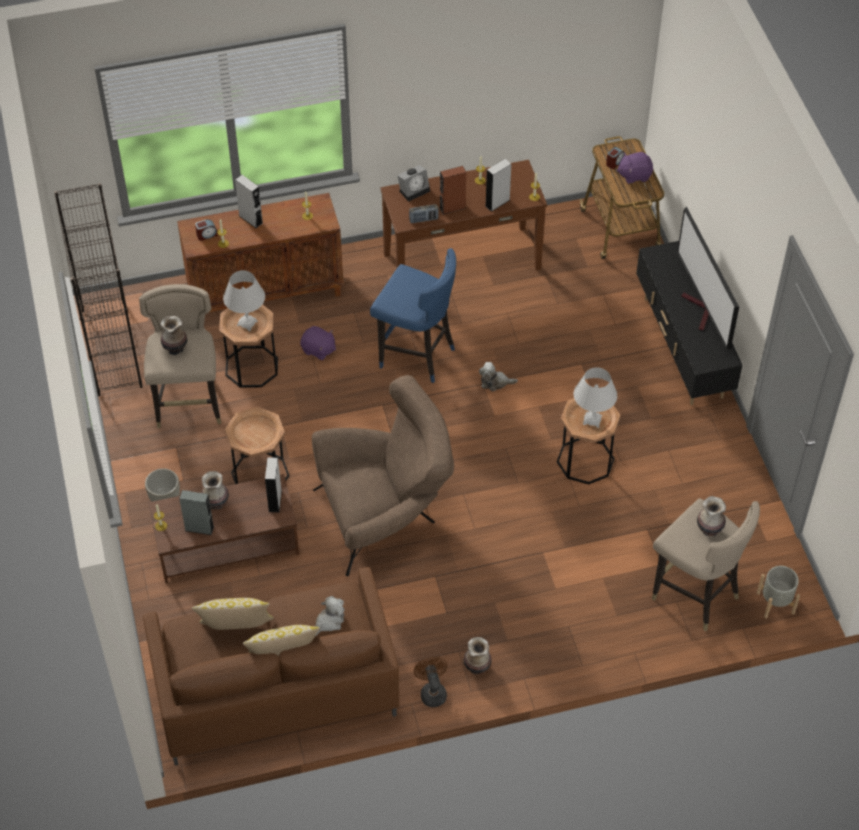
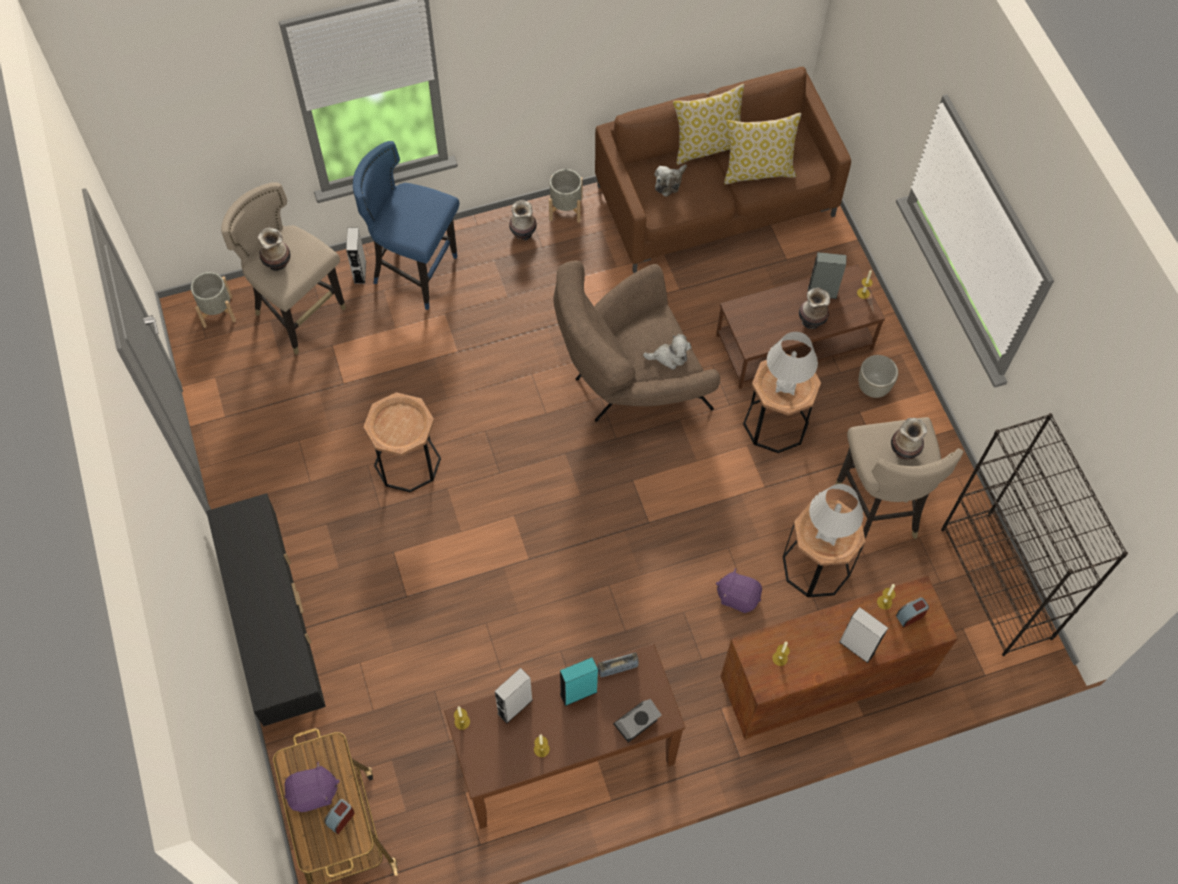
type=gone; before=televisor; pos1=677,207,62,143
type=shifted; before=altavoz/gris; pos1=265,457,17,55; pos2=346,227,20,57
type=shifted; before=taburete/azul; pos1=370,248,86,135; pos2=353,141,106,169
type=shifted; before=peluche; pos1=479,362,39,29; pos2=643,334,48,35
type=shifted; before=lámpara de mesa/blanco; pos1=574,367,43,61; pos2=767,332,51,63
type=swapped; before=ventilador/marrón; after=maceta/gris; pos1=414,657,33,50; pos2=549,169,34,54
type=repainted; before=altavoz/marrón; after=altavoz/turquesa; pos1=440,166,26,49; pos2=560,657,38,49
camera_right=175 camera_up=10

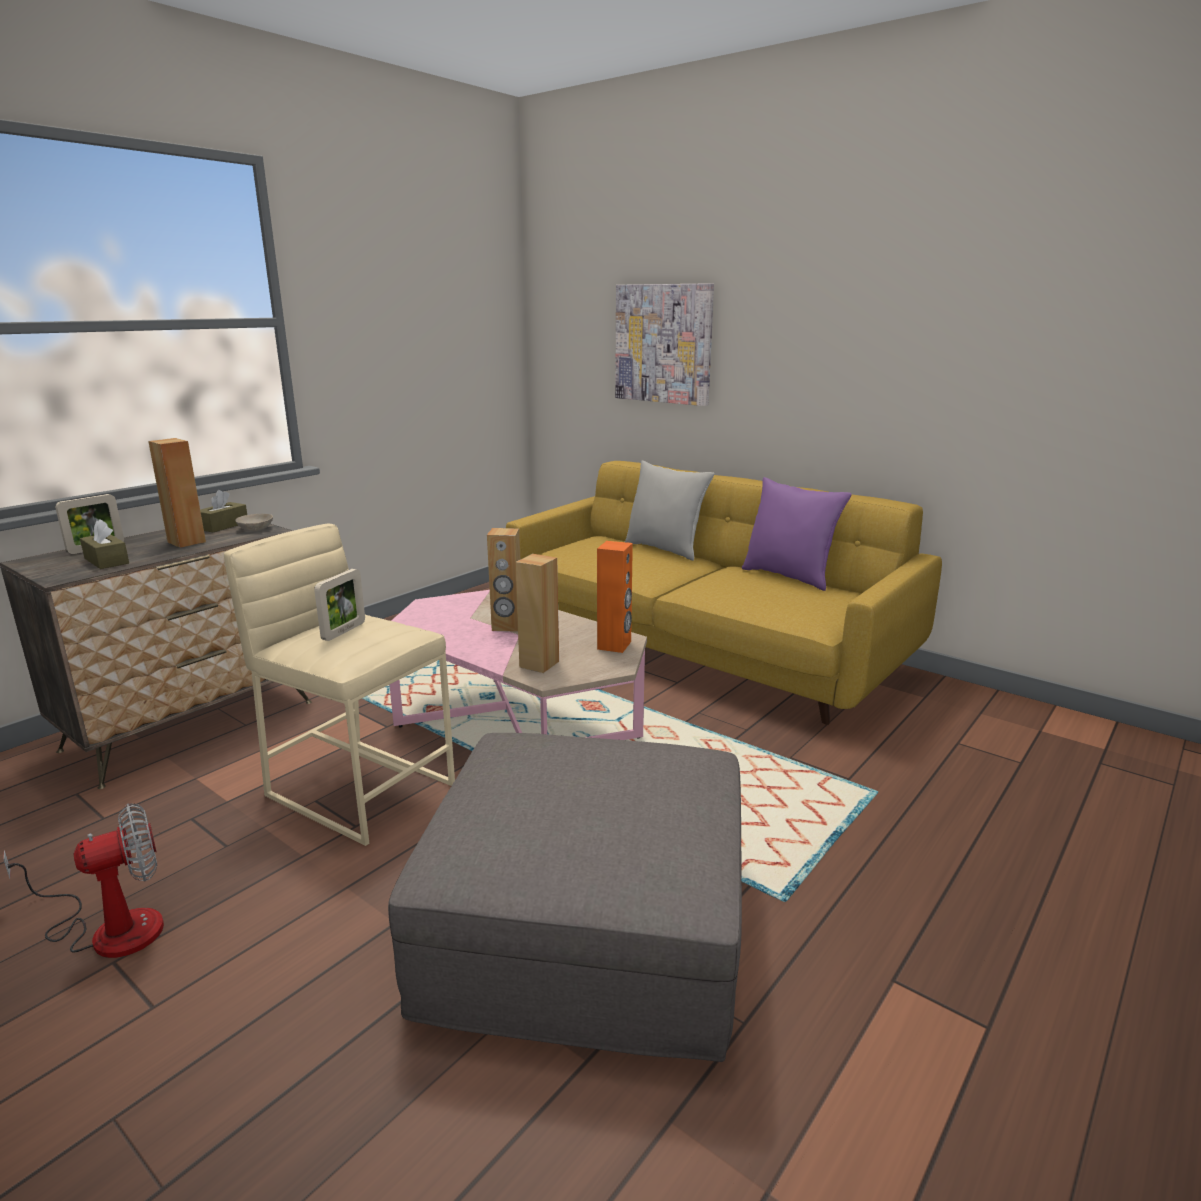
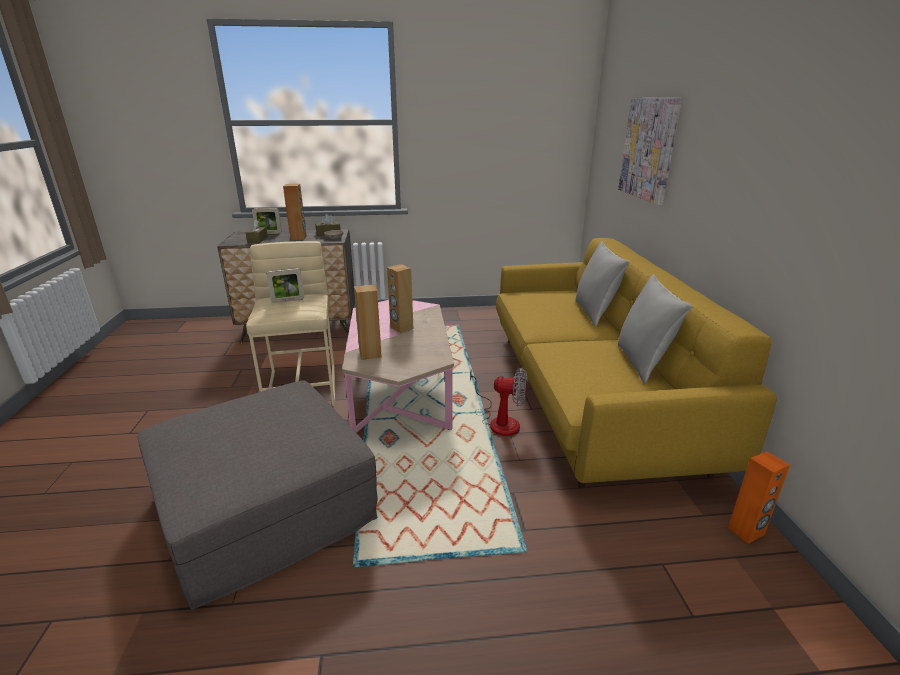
type=shifted; before=ventilador; pos1=3,803,161,155; pos2=470,368,57,68
type=shifted; before=altavoz/naranja; pos1=597,541,36,112; pos2=728,451,62,93
type=repainted; before=cojín/morado; after=cojín/gris; pos1=742,477,110,114; pos2=618,274,74,110
camera_right=45 camera_up=5

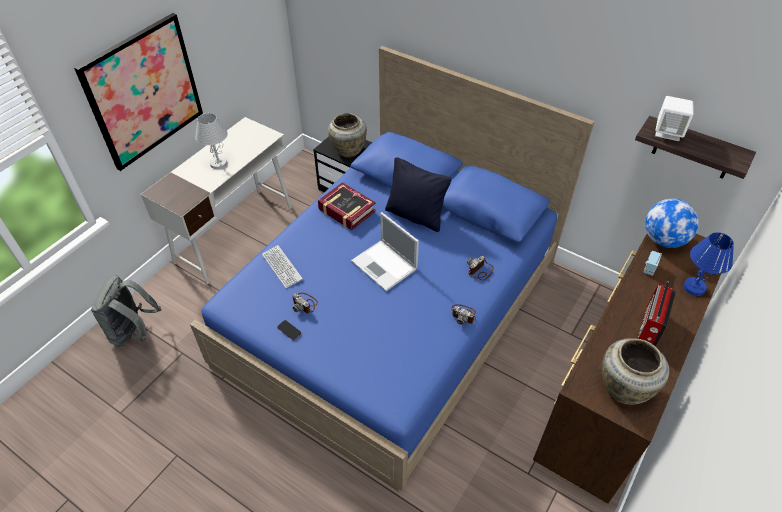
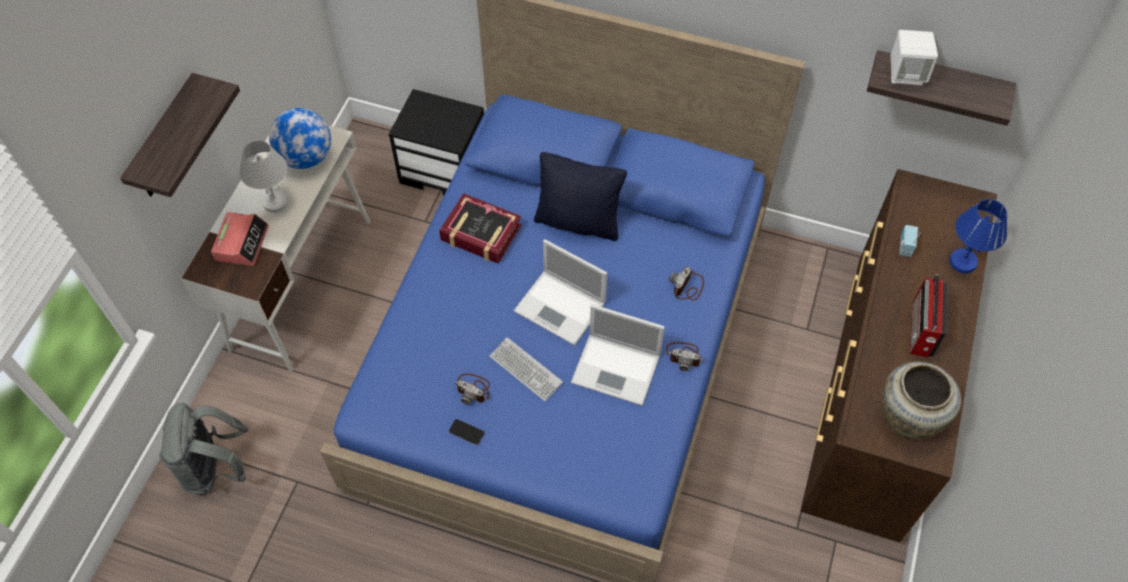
type=gone; before=florero/beis; pos1=328,113,39,45
type=new; after=despertador; pos2=211,212,58,54
type=new; after=portátil; pos2=571,304,94,102
type=shifted; before=teclado; pos1=262,245,41,43; pos2=490,337,73,64
type=shifted; before=globo terráqueo; pos1=645,199,54,49; pos2=269,108,62,61
type=swapped; before=cuadro; after=estante; pos1=74,13,129,158; pos2=120,73,120,124
camera_right=-15 camera_up=10

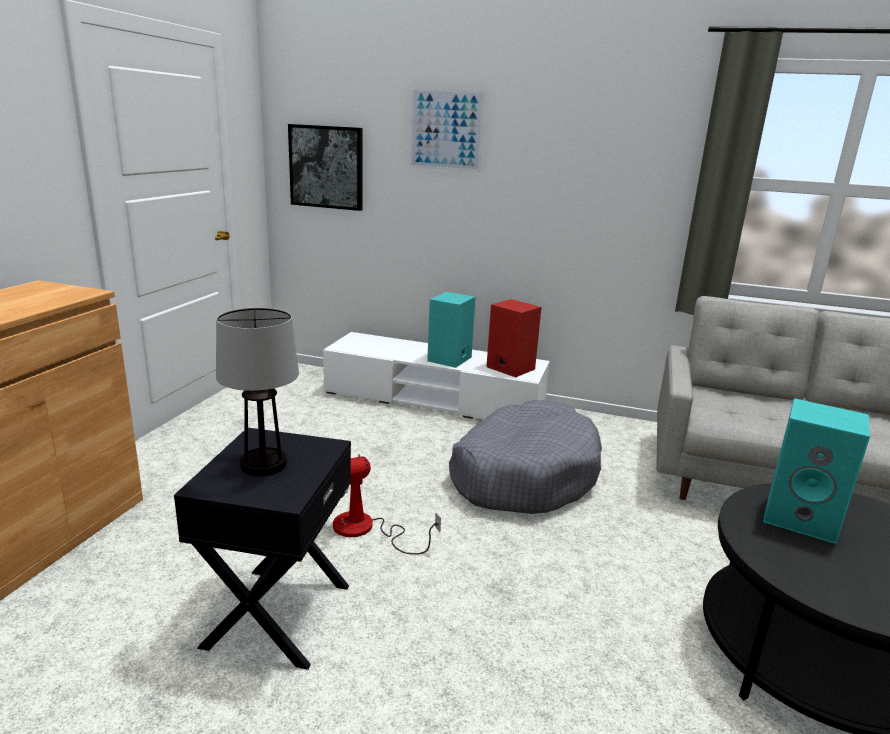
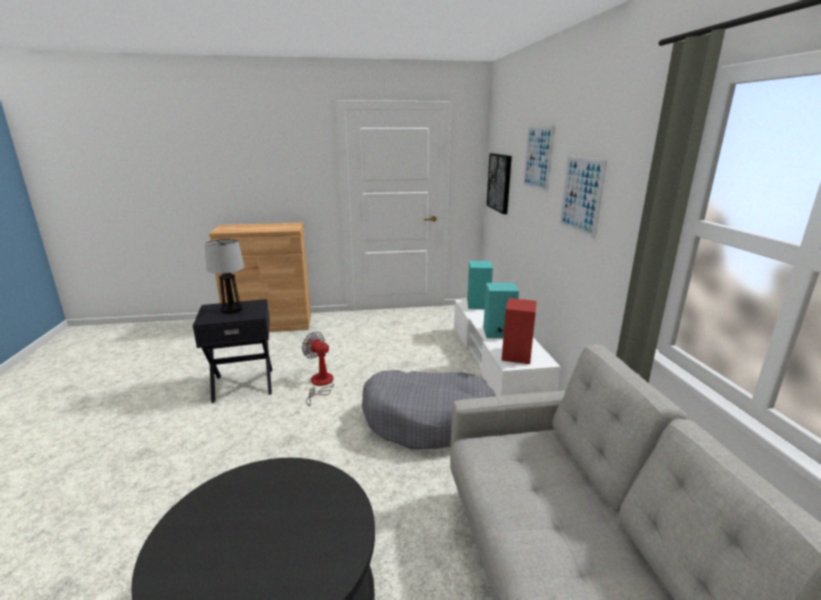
type=new; after=cuadro; pos2=559,155,48,85
type=shifted; before=altavoz/turquesa; pos1=763,398,107,146; pos2=467,261,26,48
camera_right=65 camera_up=0

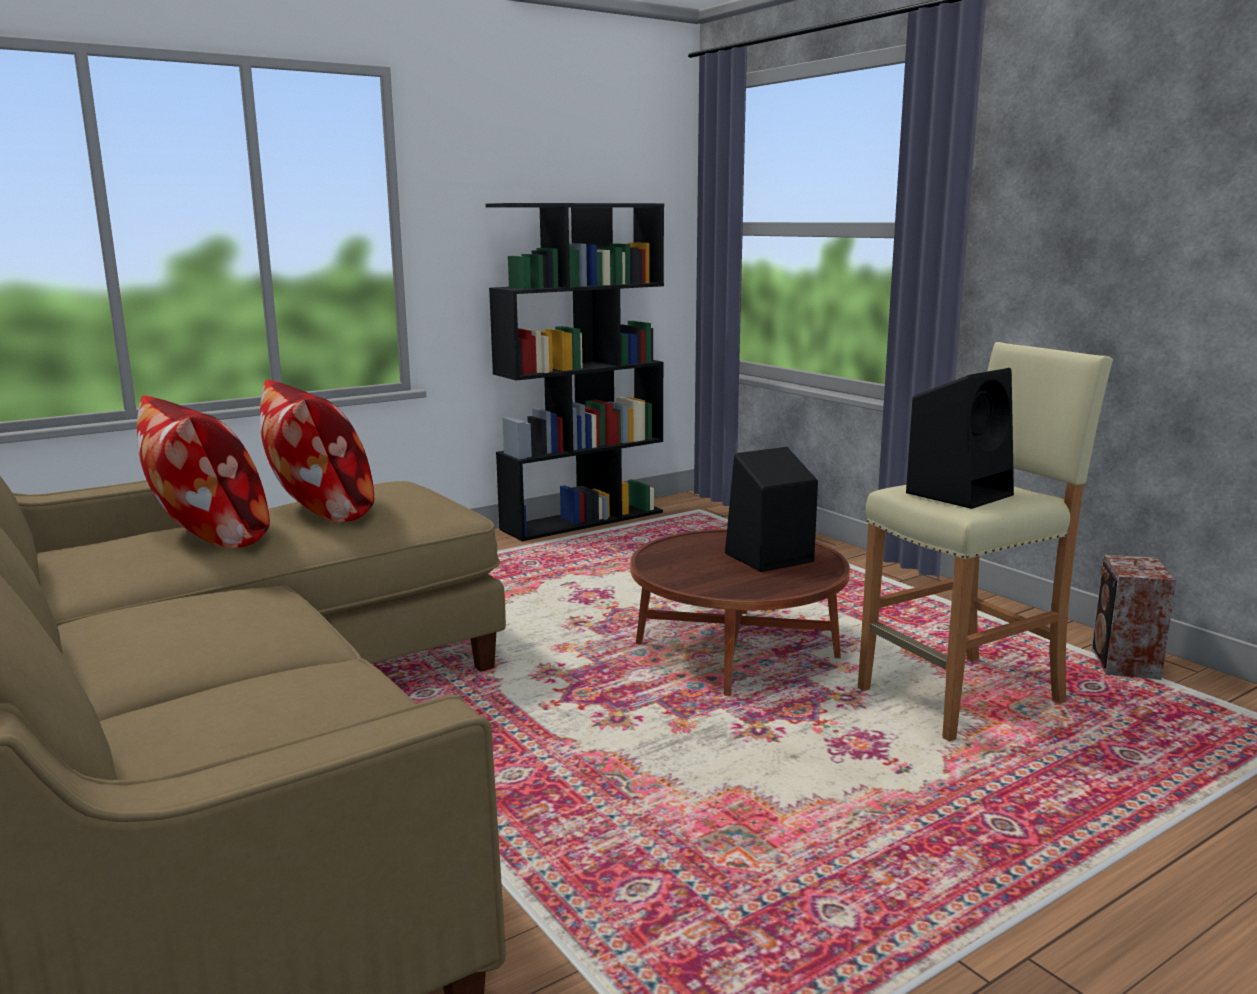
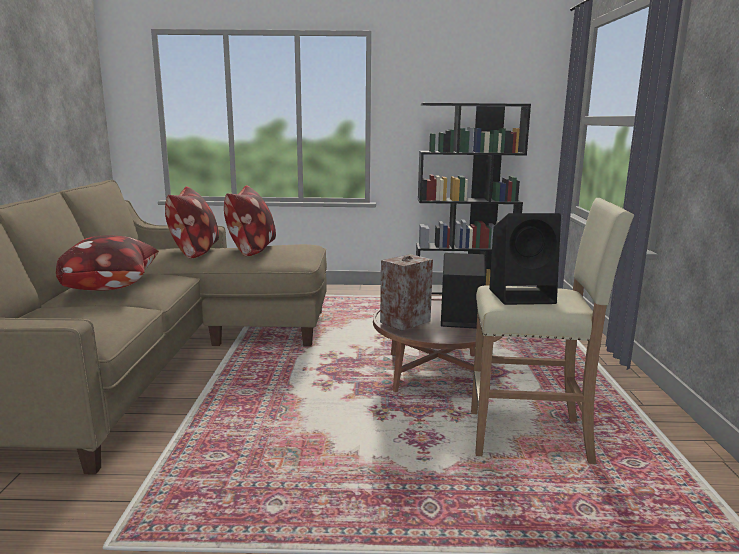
type=new; after=cojín; pos2=56,235,103,56
type=shifted; before=altavoz; pos1=1091,555,85,125; pos2=380,254,53,77
camera_right=35 camera_up=0

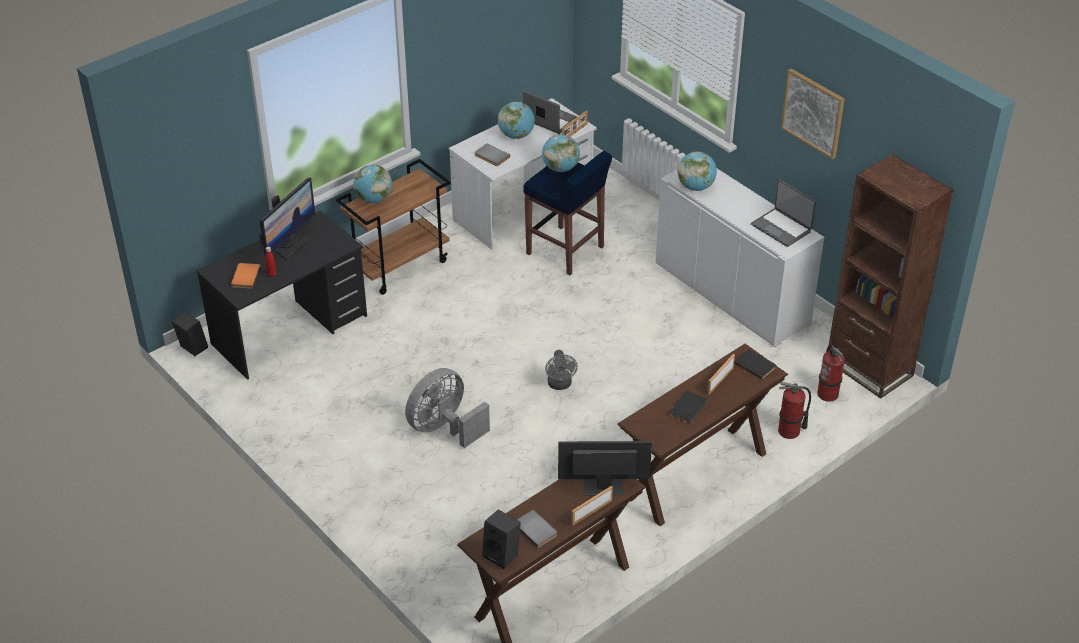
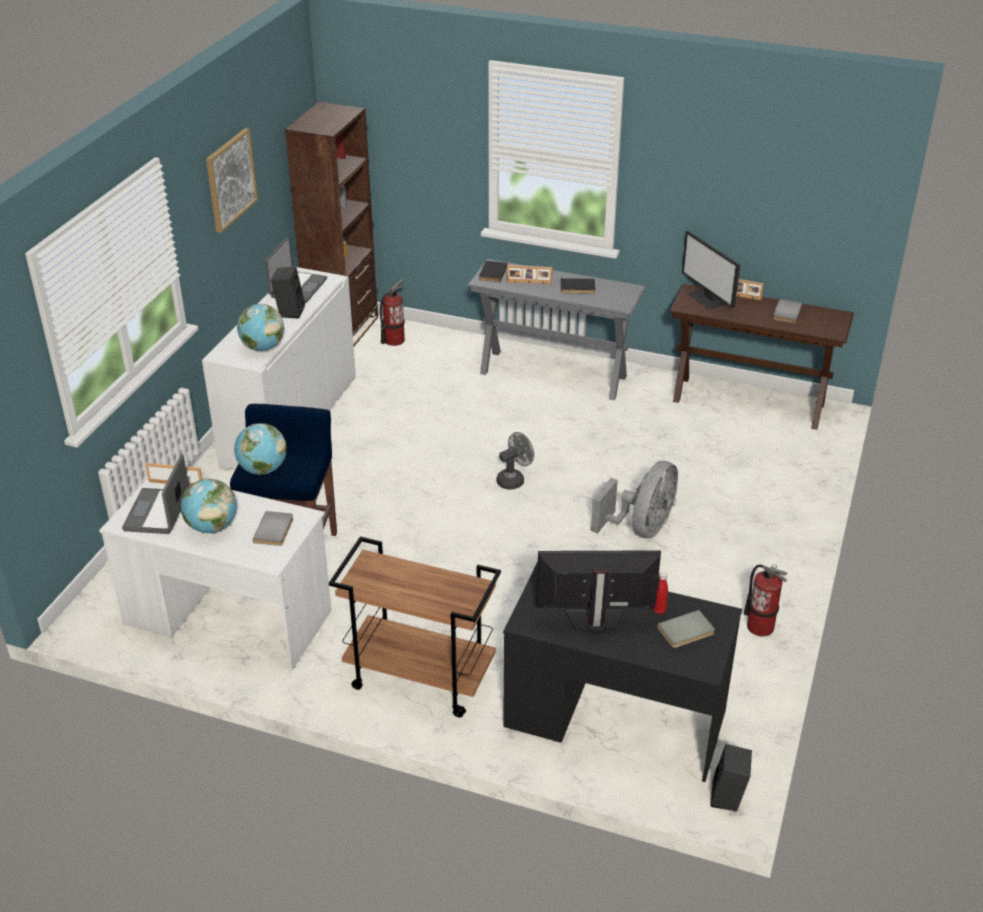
type=gone; before=globo terráqueo; pos1=353,164,39,39
type=shifted; before=altavoz/negro; pos1=482,509,39,60; pos2=271,267,34,52
type=shifted; before=extintor; pos1=778,382,33,57; pos2=744,564,43,73
type=repainted; before=libro/naranja; after=libro/gris; pos1=231,263,30,26; pos2=657,610,58,38
type=repainted; before=mesa consola/marrón; after=mesa consola/gris; pos1=617,344,171,182; pos2=467,259,179,141
type=rotated; before=ventilador/gris; pos1=405,368,85,80; pos2=591,461,87,77; turn=-75
camera_right=-120 camera_up=-5

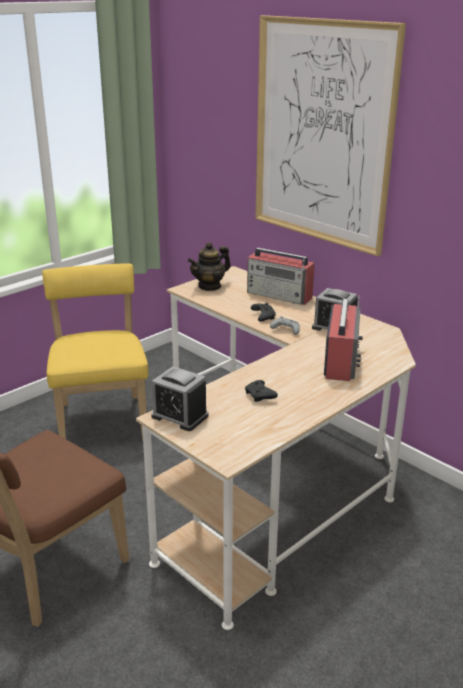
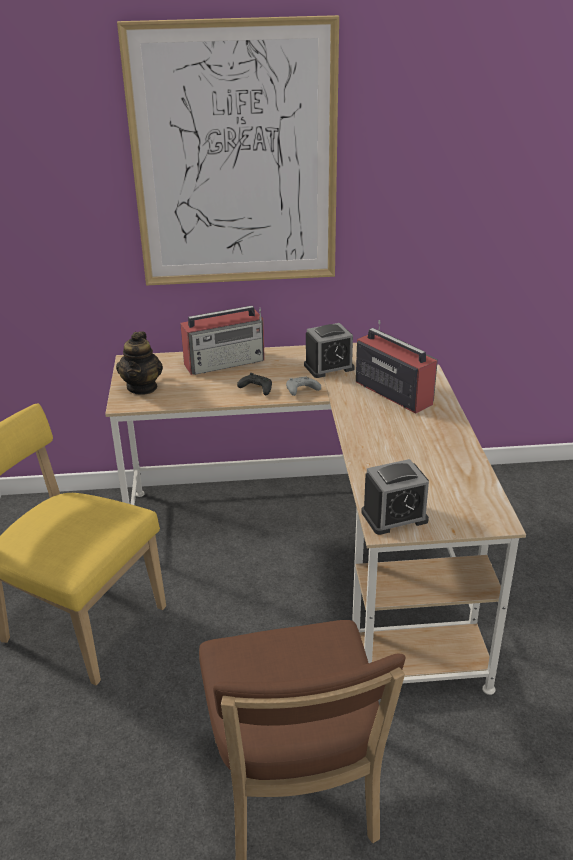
type=gone; before=mando de consola/negro; pos1=245,380,33,22
camera_right=-50 camera_up=5

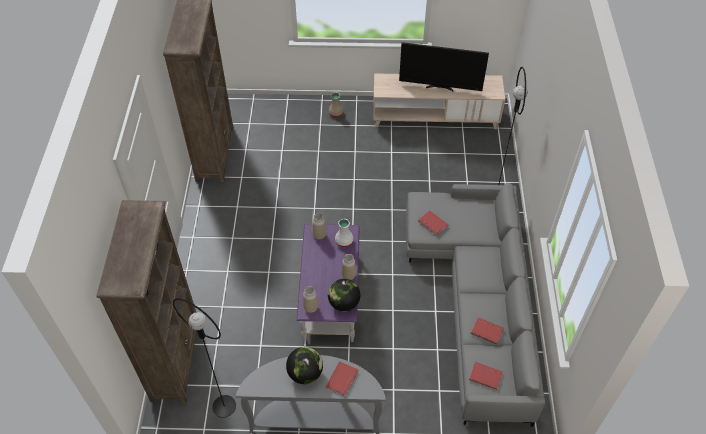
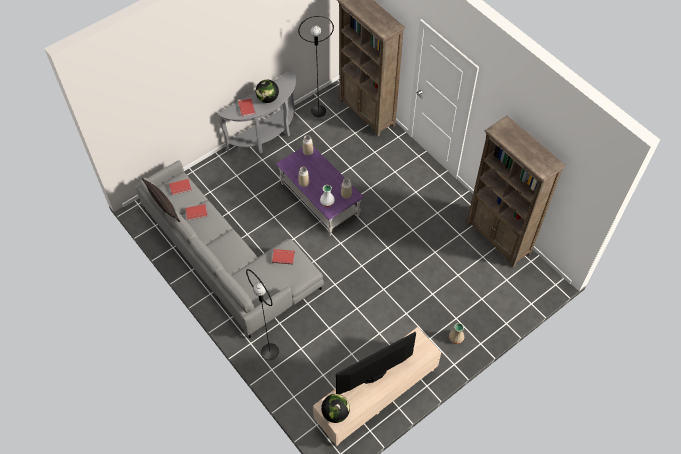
type=new; after=cojín; pos2=142,178,38,44
type=shifted; before=globo terráqueo; pos1=328,279,32,33; pos2=321,394,29,29
camera_right=140 camera_up=5

